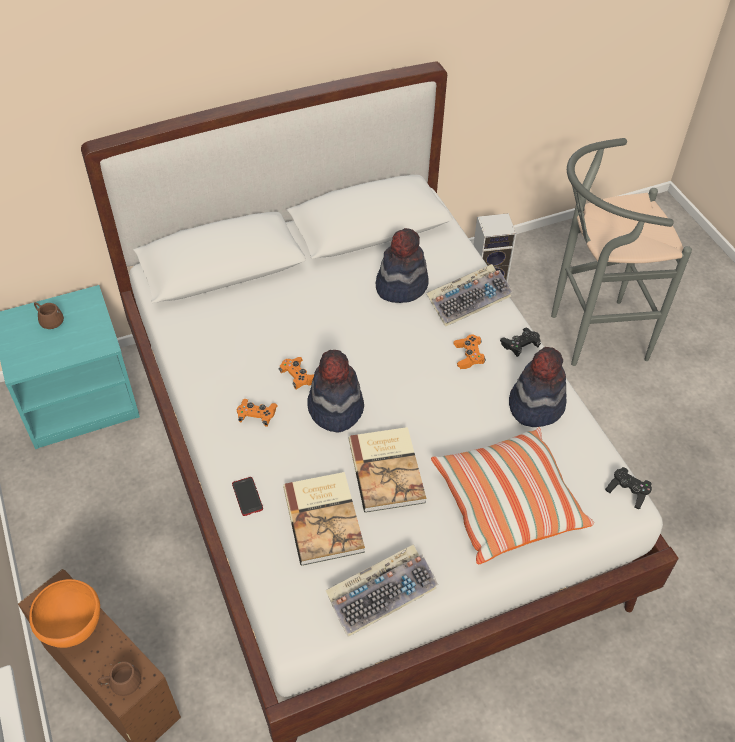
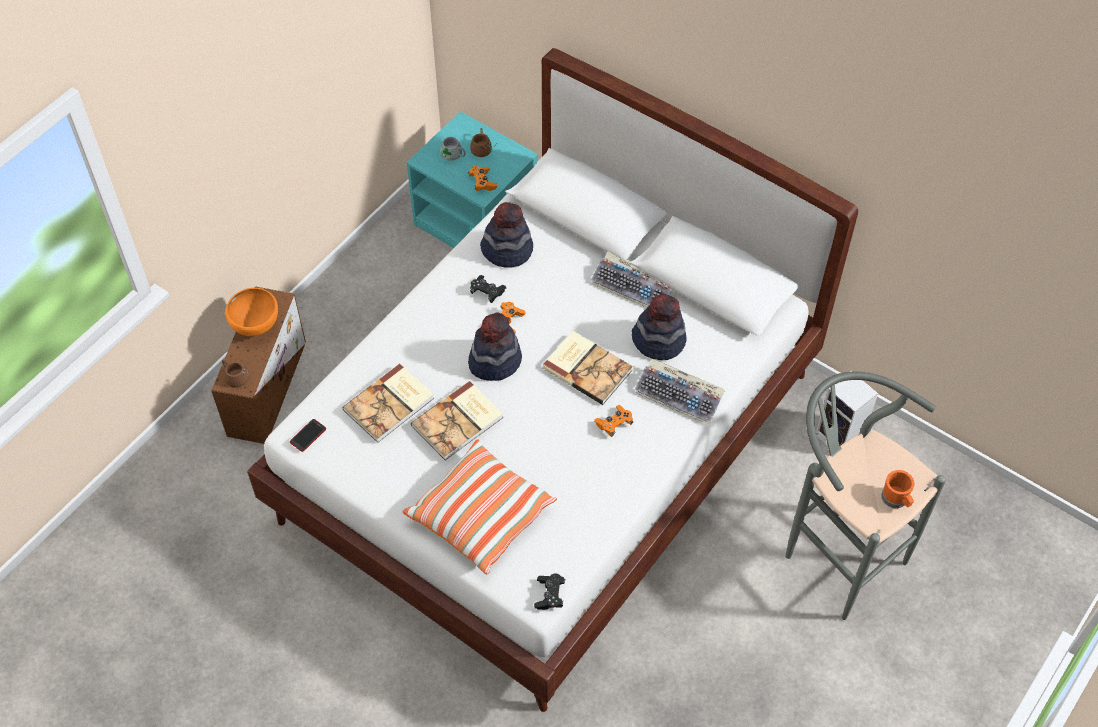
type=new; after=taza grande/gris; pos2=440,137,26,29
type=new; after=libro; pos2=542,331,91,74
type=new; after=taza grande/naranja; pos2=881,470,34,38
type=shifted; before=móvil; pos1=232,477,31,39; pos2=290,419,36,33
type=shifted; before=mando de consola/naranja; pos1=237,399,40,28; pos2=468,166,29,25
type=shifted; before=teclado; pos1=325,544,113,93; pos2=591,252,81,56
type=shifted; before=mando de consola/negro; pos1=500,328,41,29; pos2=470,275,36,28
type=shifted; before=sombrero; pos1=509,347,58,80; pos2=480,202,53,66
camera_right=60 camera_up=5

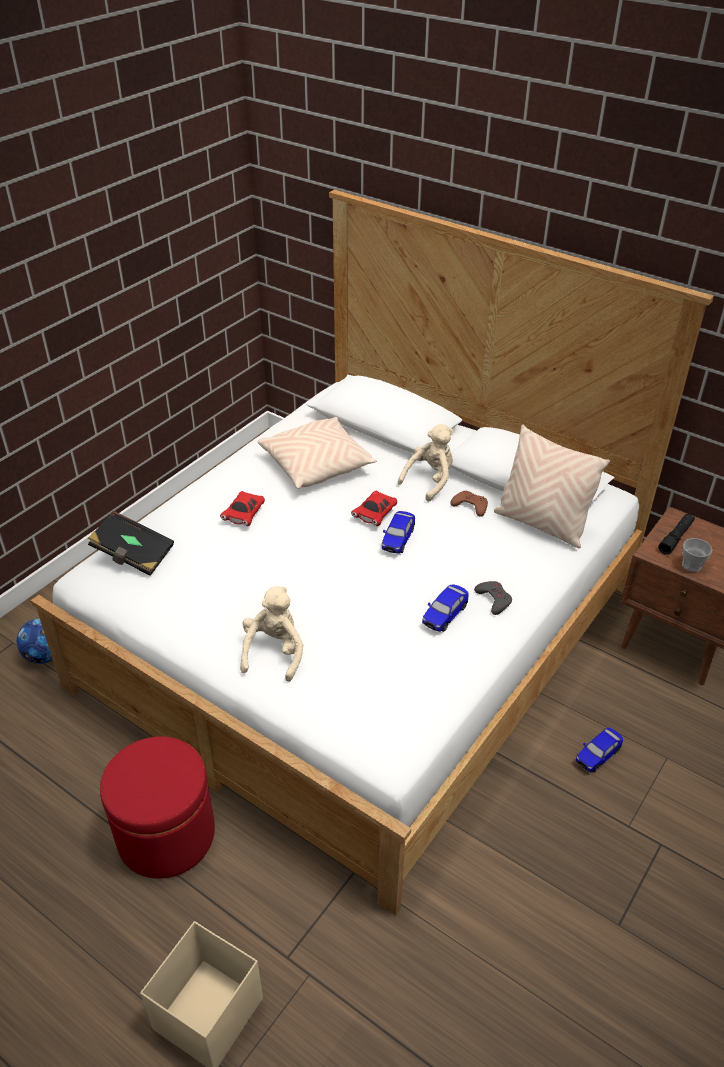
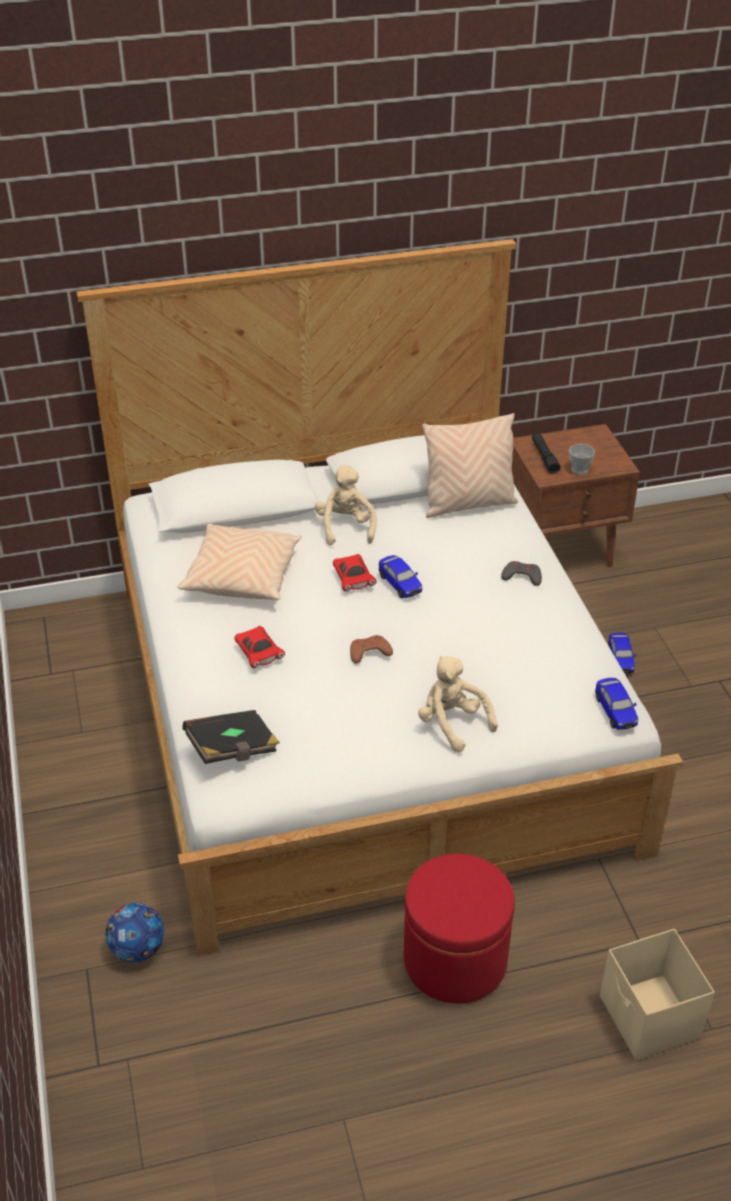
type=shifted; before=coche de juguete; pos1=422,584,47,48; pos2=595,678,43,52
type=shifted; before=mando de consola/marrón; pos1=450,491,38,26; pos2=350,635,43,29
camera_right=-50 camera_up=0

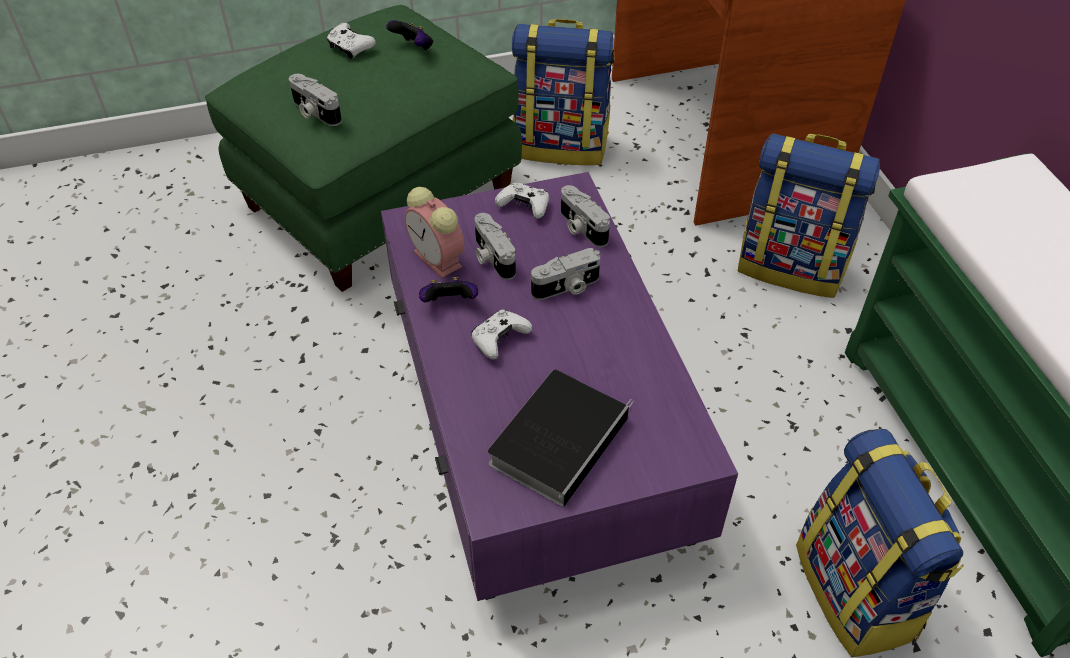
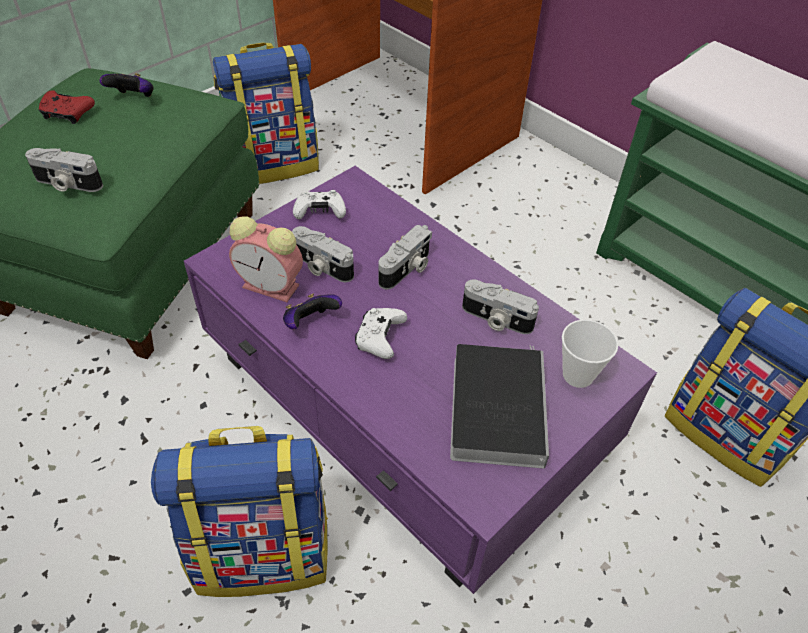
type=new; after=taza; pos2=562,320,56,68
type=shifted; before=cámara; pos1=561,185,49,62; pos2=462,280,77,54
type=shifted; before=mochila; pos1=738,133,142,165; pos2=151,426,177,171
type=repainted; before=mando de consola/blanco; after=mando de consola/rojo; pos1=327,23,49,36; pos2=39,90,56,34
camera_right=-30 camera_up=0

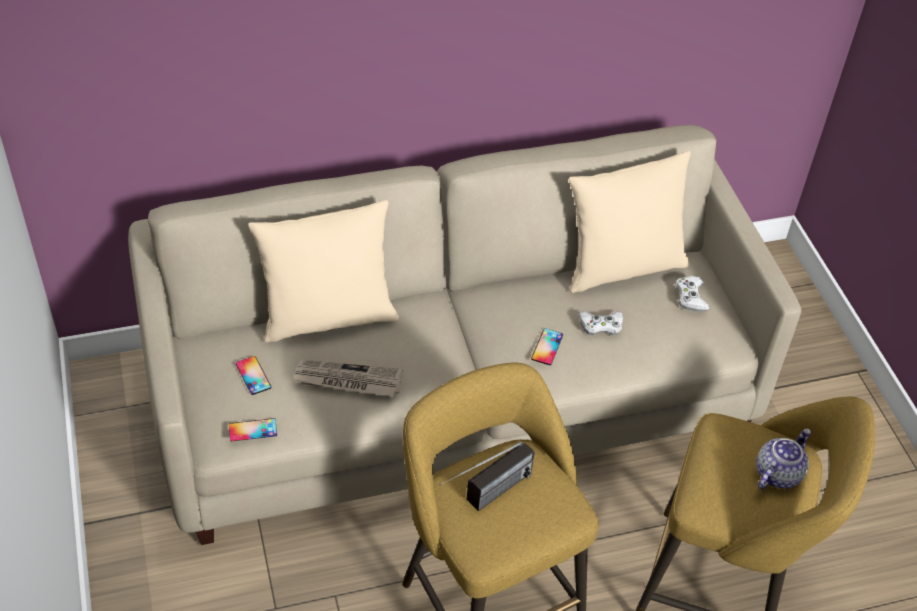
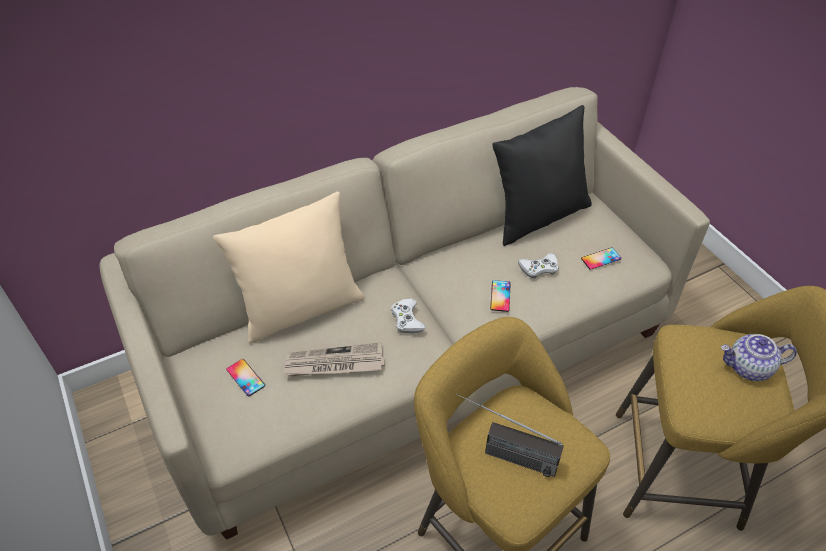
type=shifted; before=móvil; pos1=229,418,48,23; pos2=581,248,40,22
type=shifted; before=mando de consola/blanco; pos1=675,276,34,36; pos2=391,299,35,34
type=repainted; before=cojín/beis; after=cojín/negro; pos1=569,151,122,142; pos2=492,105,100,141
type=rotated; before=radio; pos1=439,441,96,70; pos2=456,393,108,84; turn=75
type=rotated; before=tetera; pos1=756,429,55,61; pos2=721,334,76,47; turn=-120
camera_right=-10 camera_up=0

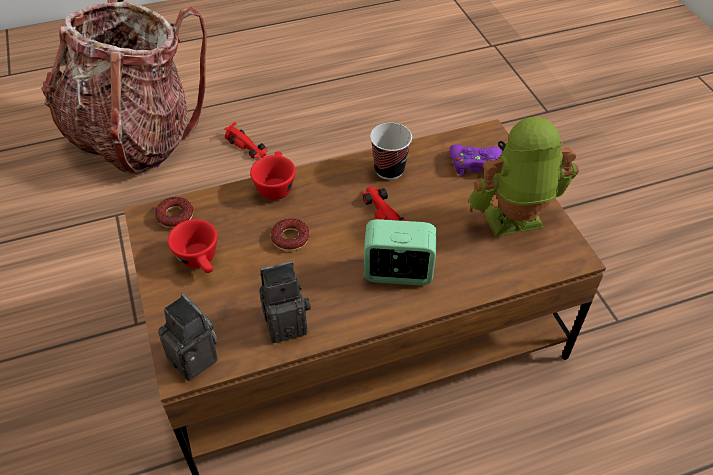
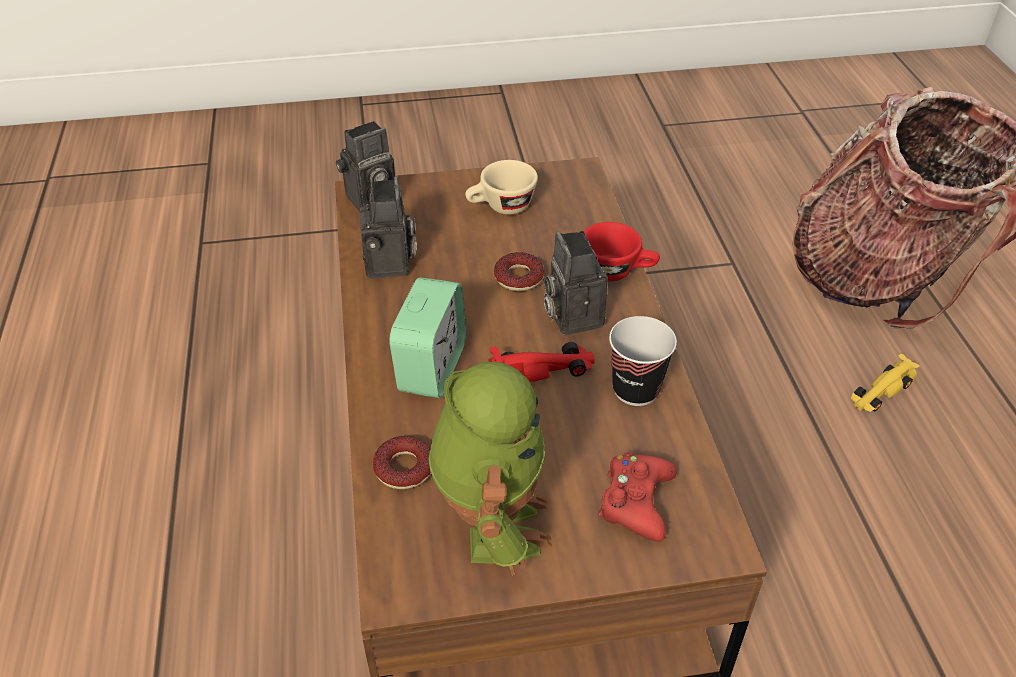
type=new; after=cámara; pos2=544,231,64,104
type=shifted; before=rosquilla; pos1=155,197,38,31; pos2=373,436,58,53
type=repainted; before=taza/rojo; after=taza/beis; pos1=168,219,49,54; pos2=465,160,73,55
type=repainted; before=coche de juguete/rojo; after=coche de juguete/amarillo; pos1=225,122,42,36; pos2=851,354,69,58
type=repainted; before=mando de consola/morado; after=mando de consola/rojo; pos1=450,144,52,32; pos2=598,452,79,89
camera_right=100 camera_up=-5

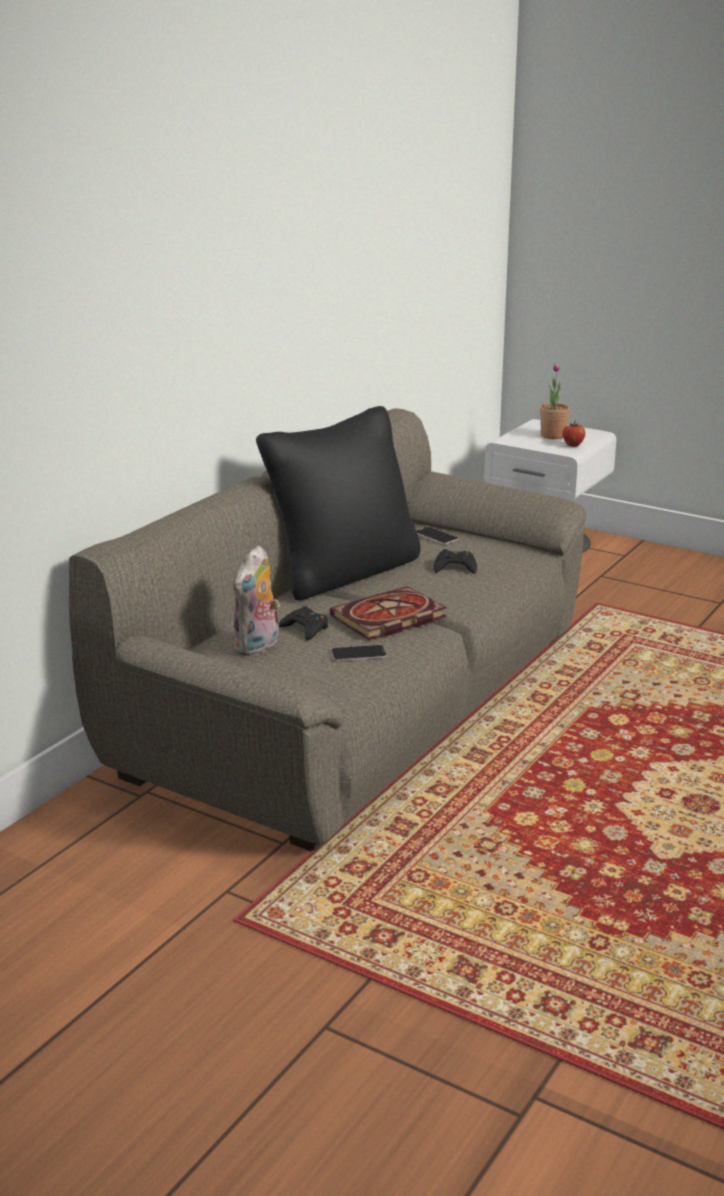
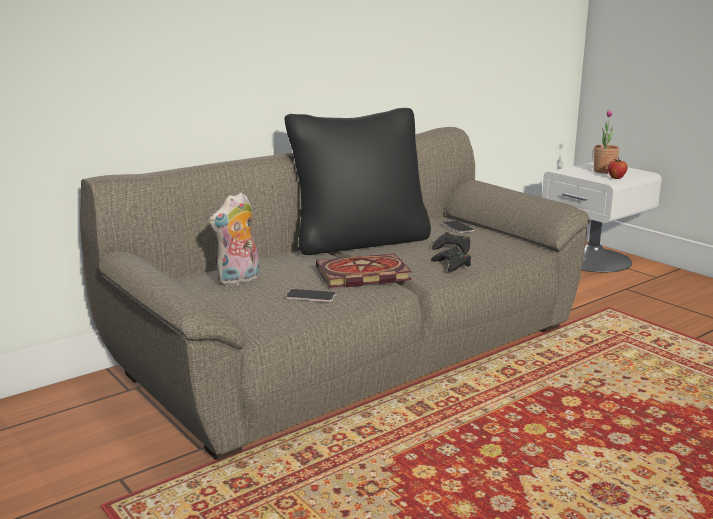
type=shifted; before=mando de consola/negro; pos1=279,606,49,34; pos2=431,247,40,25
camera_right=20 camera_up=-5

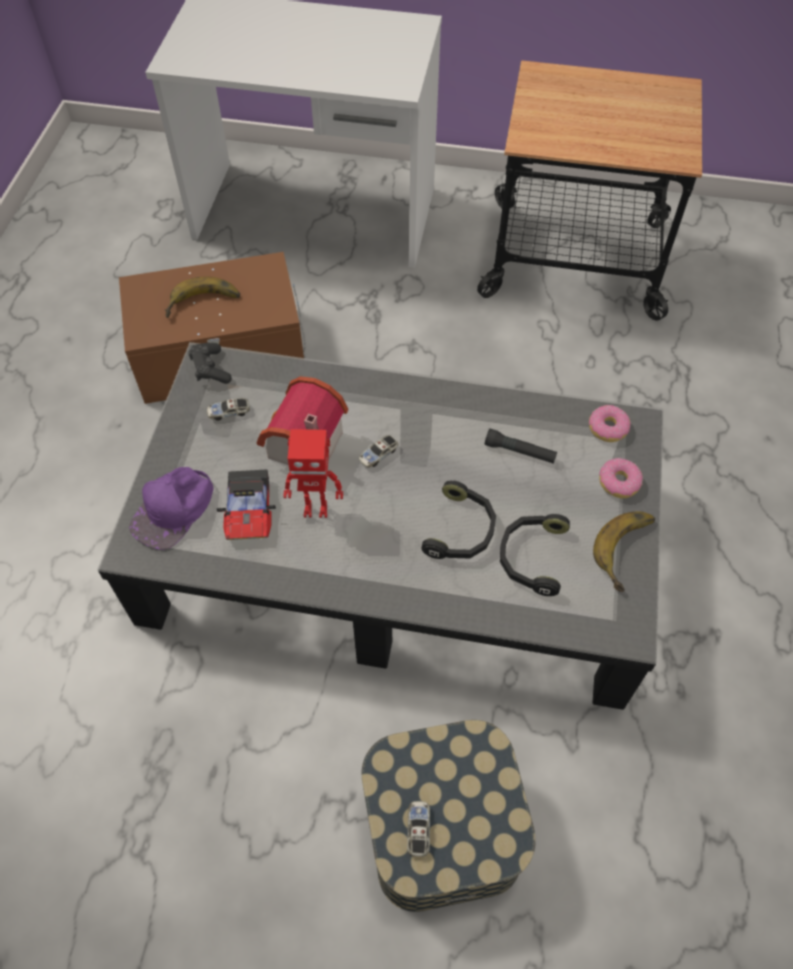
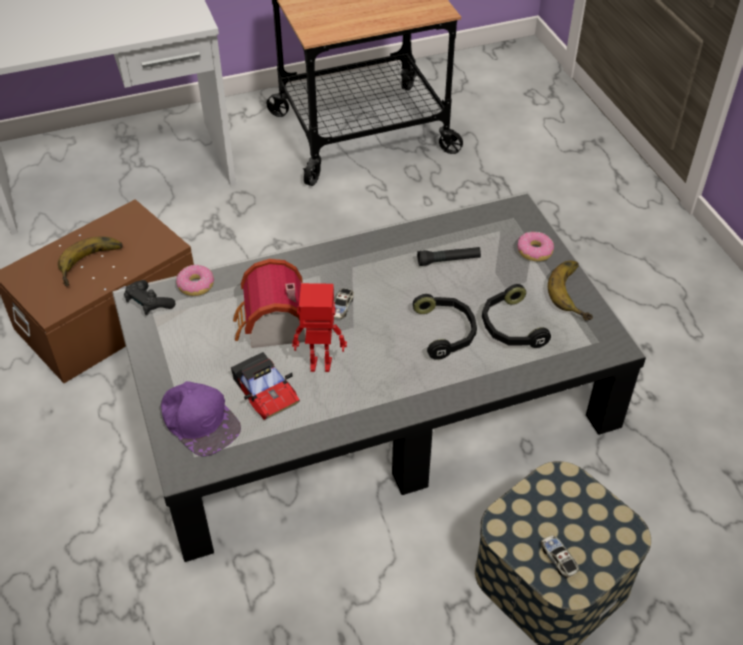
type=gone; before=coche de juguete; pos1=207,398,43,23
type=shifted; before=rosquilla; pos1=589,405,42,37; pos2=176,264,38,32
type=rotated; before=gorra/morado; pos1=129,467,85,83; pos2=161,381,80,75; turn=-45
type=rotated; before=robot de juguete; pos1=284,429,59,89; pos2=292,283,55,89; turn=-150
camera_right=-30 camera_up=-10

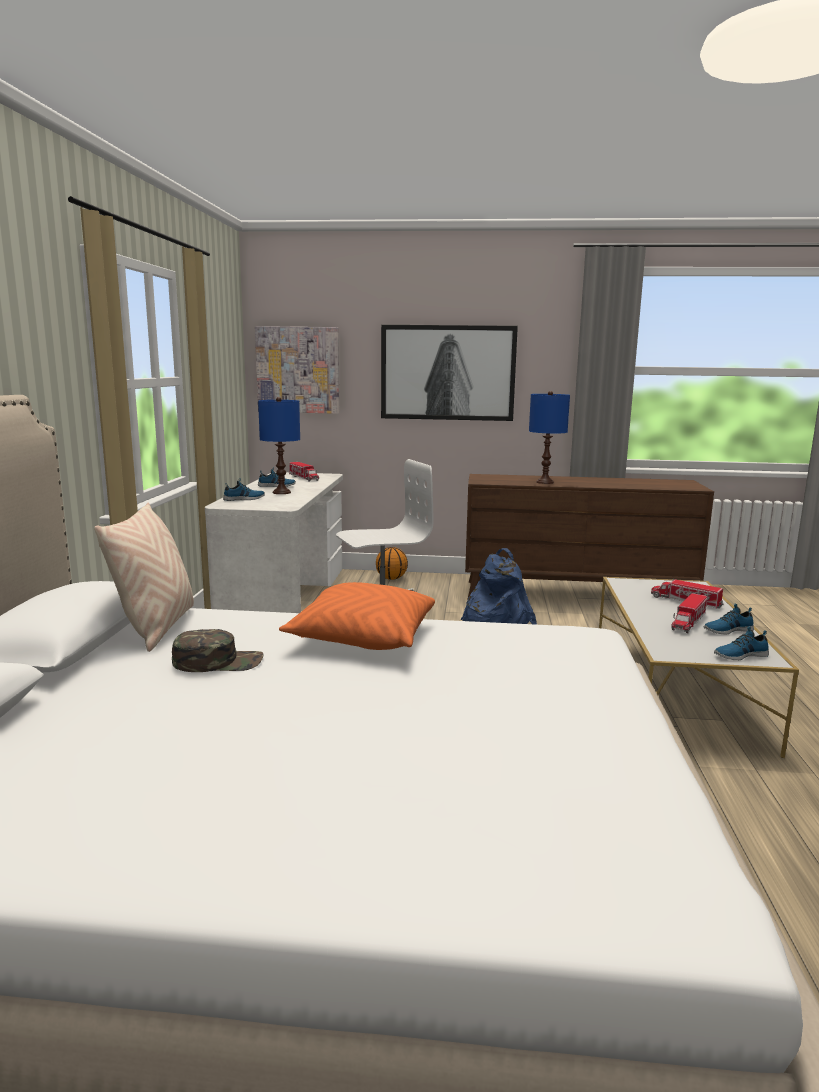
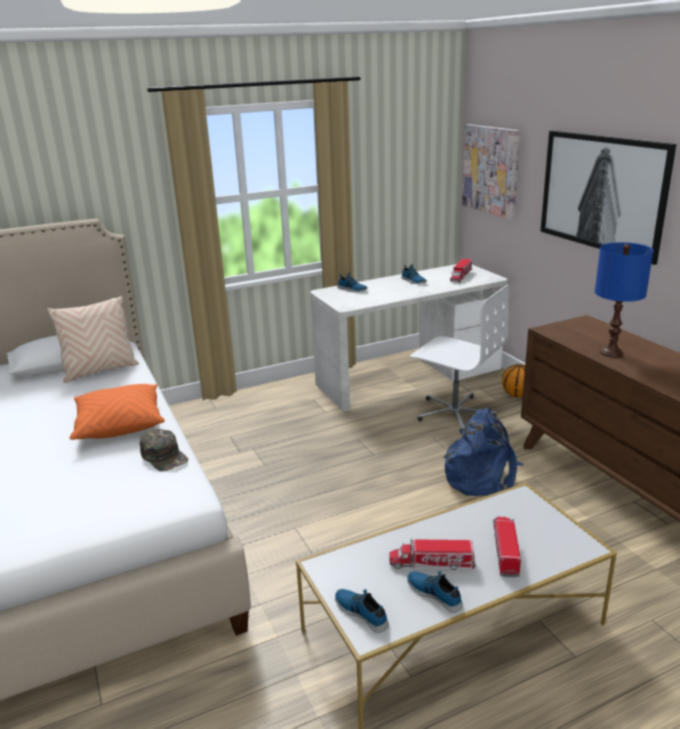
type=gone; before=lámpara de mesa/azul; pos1=258,397,42,97
type=shifted; before=gorra/verde; pos1=172,629,91,43; pos2=140,429,48,42
camera_right=60 camera_up=10

